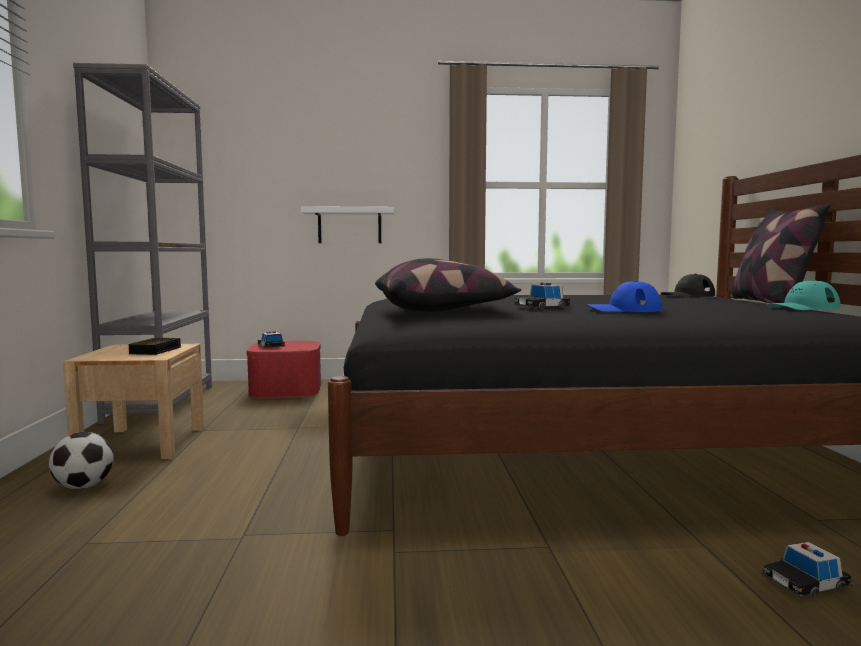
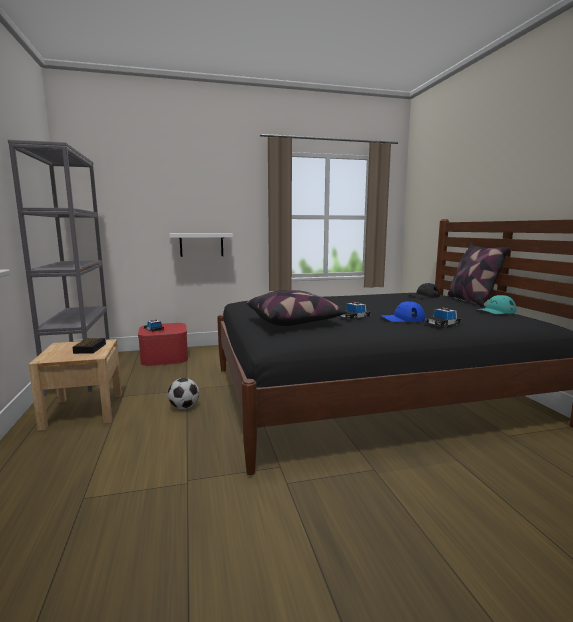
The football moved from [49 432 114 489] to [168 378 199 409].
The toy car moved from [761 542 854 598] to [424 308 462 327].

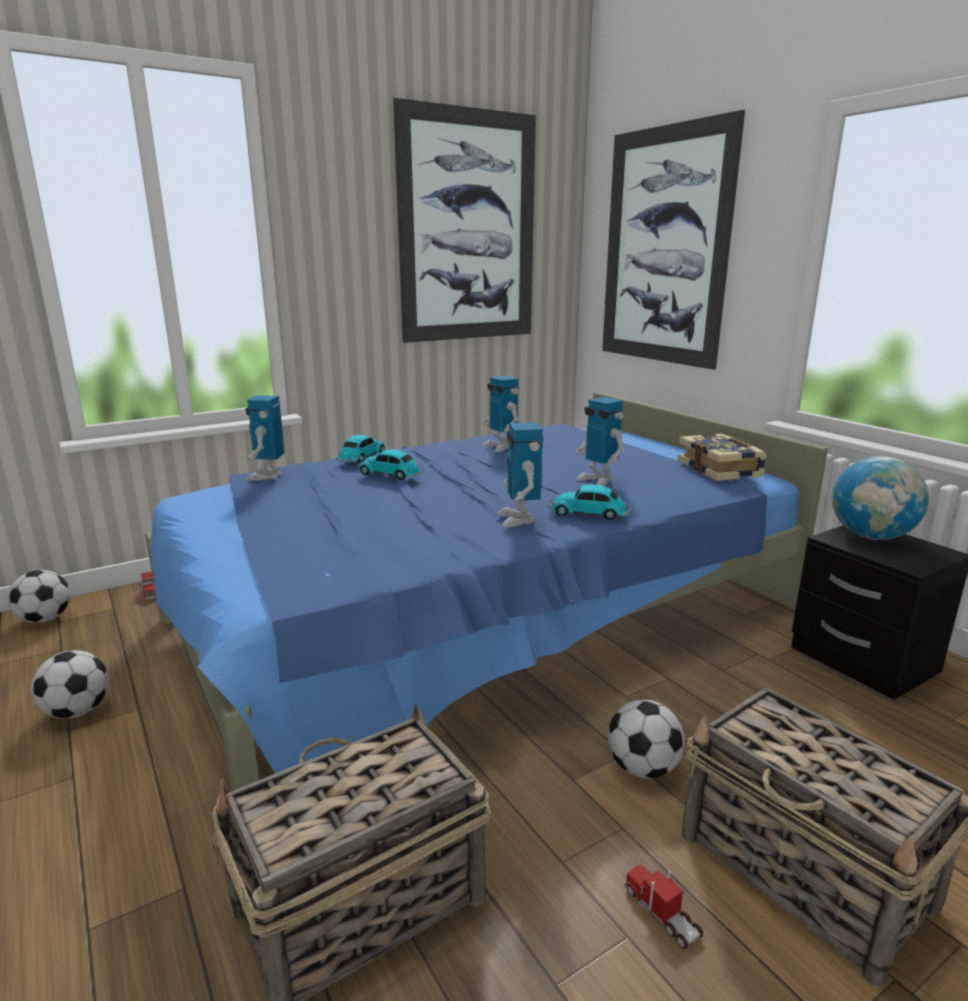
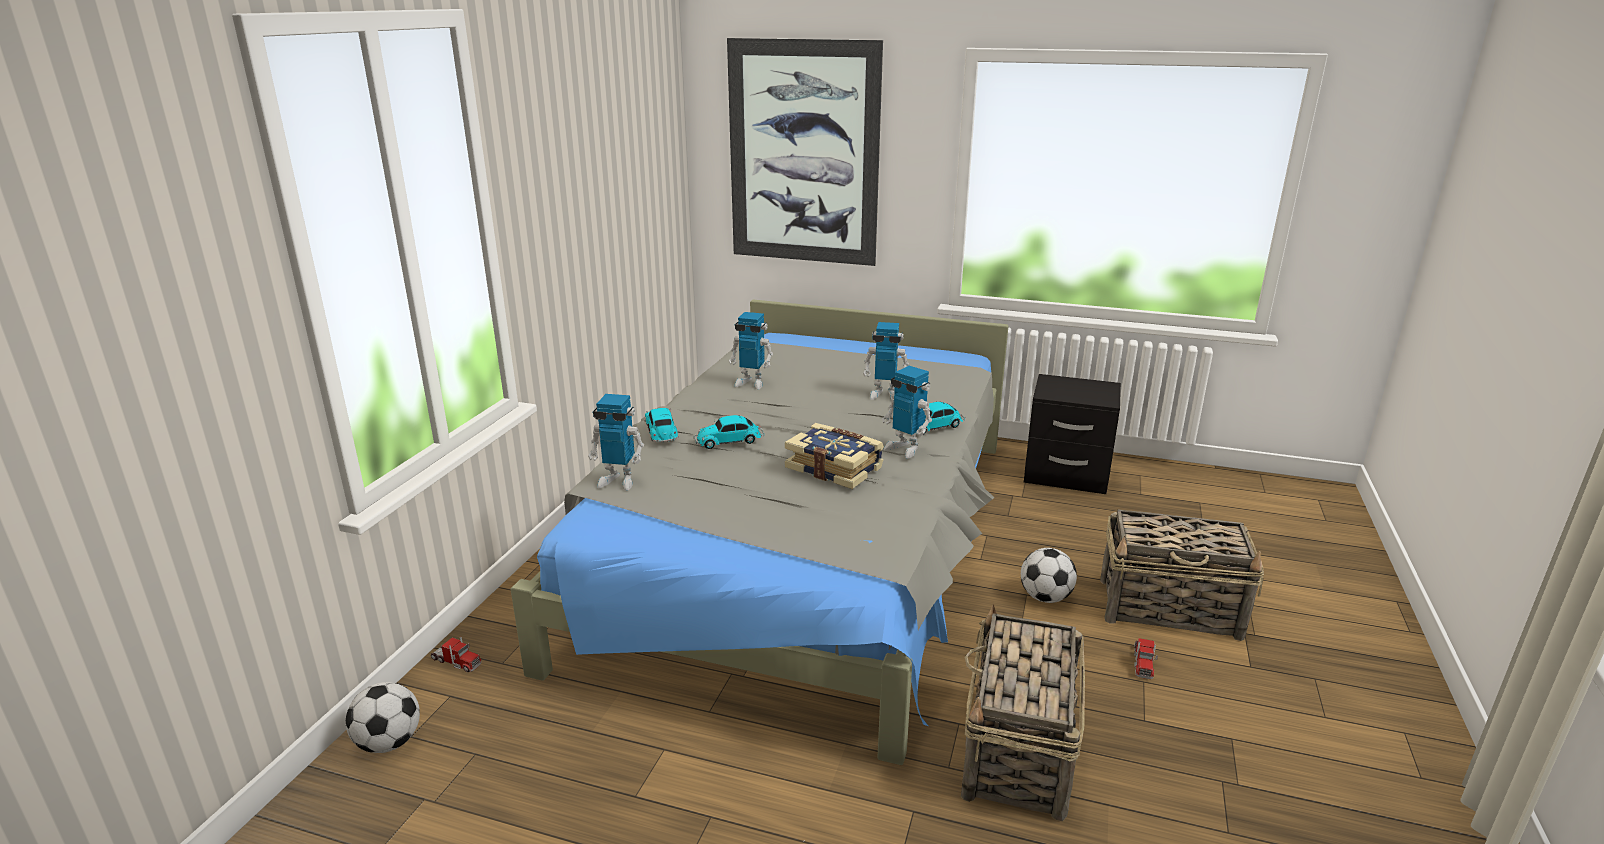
The football at [31 650 109 719] disappeared.
The blue bed at [145 392 828 792] became the grey bed at [511 300 1008 765].
The toy robot at [246 395 285 481] turned 45 degrees counterclockwise.
The picture at [393 98 536 343] disappeared.
The toy truck at [625 864 703 949] turned 90 degrees counterclockwise.
The book moved from [677 434 767 481] to [785 423 884 489].
The globe at [832 456 929 540] disappeared.

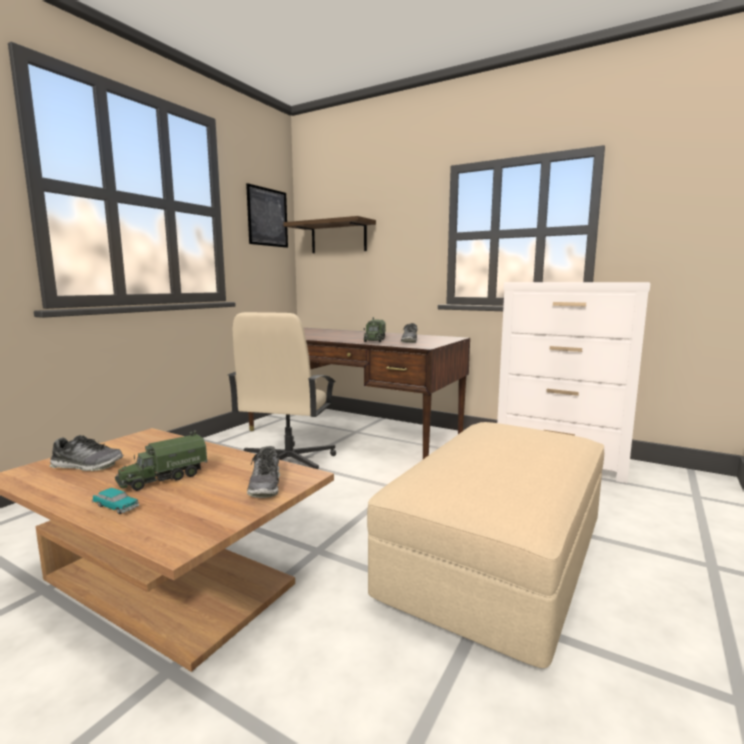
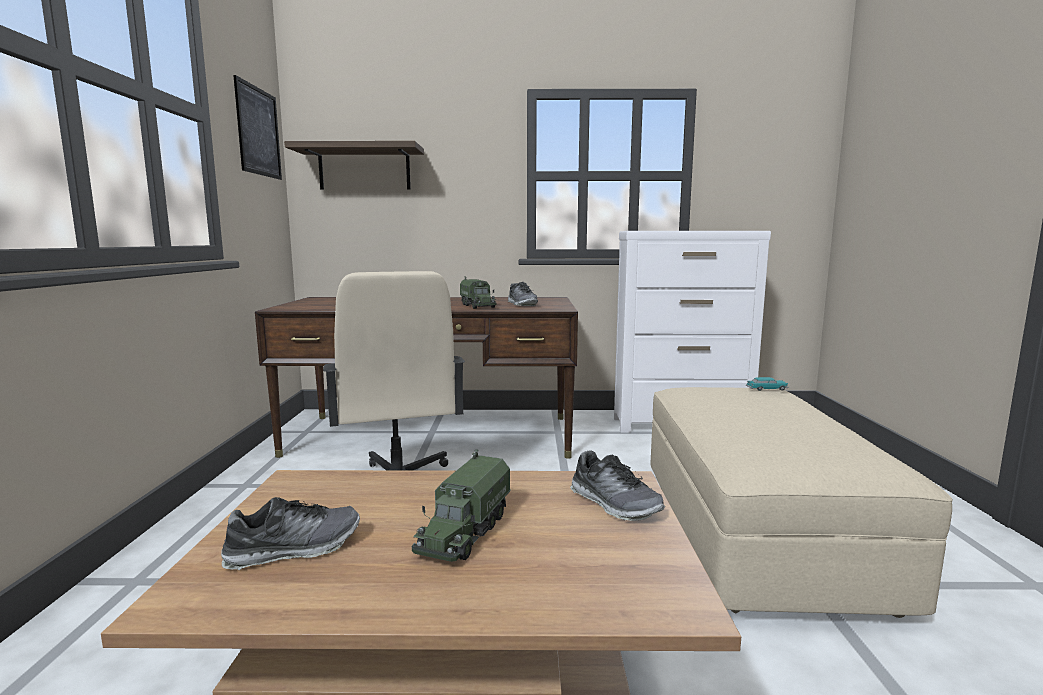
The toy car moved from [92 488 140 514] to [746 377 789 391].

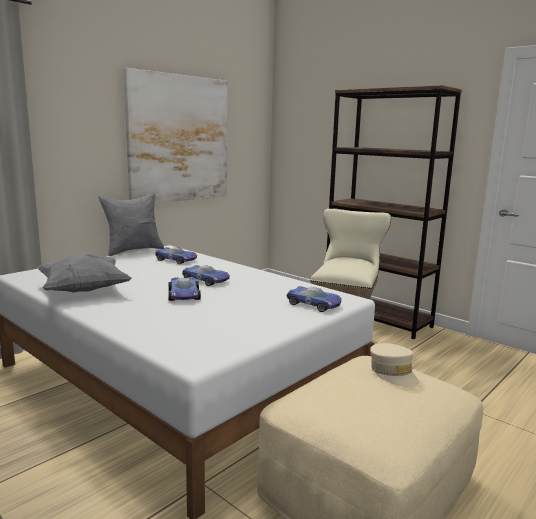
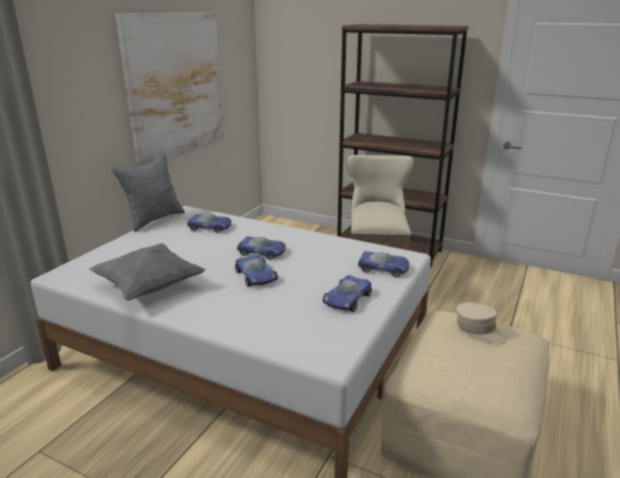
The toy car at [323 275 372 312] appeared.

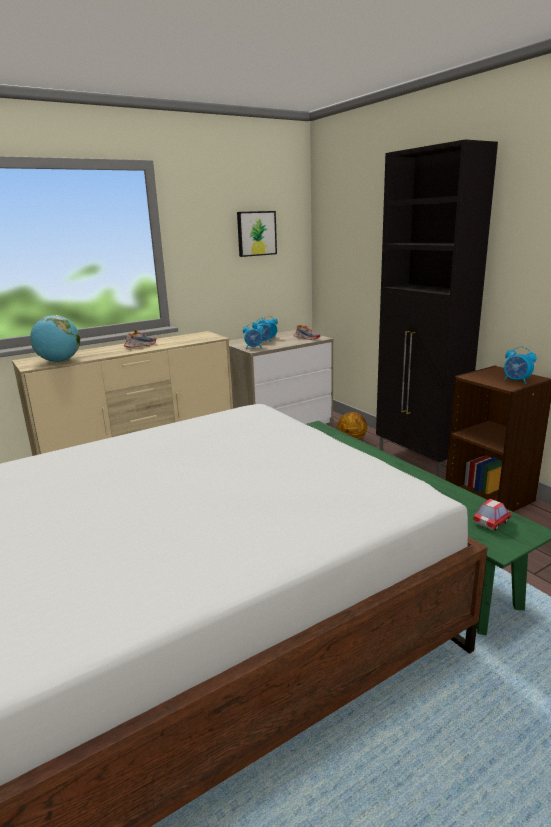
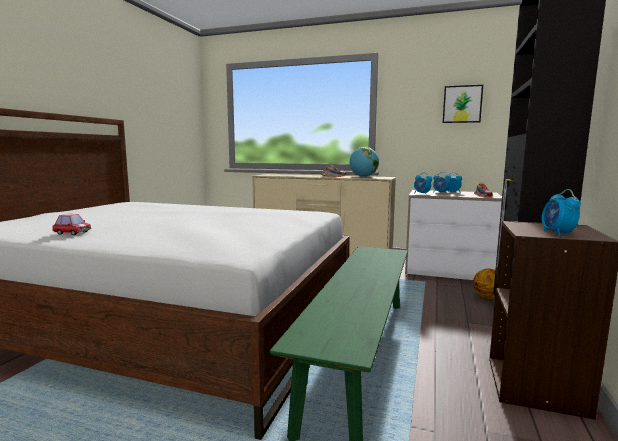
The globe moved from [30 315 80 362] to [350 147 379 177].
The toy car moved from [473 499 512 530] to [52 214 91 235].

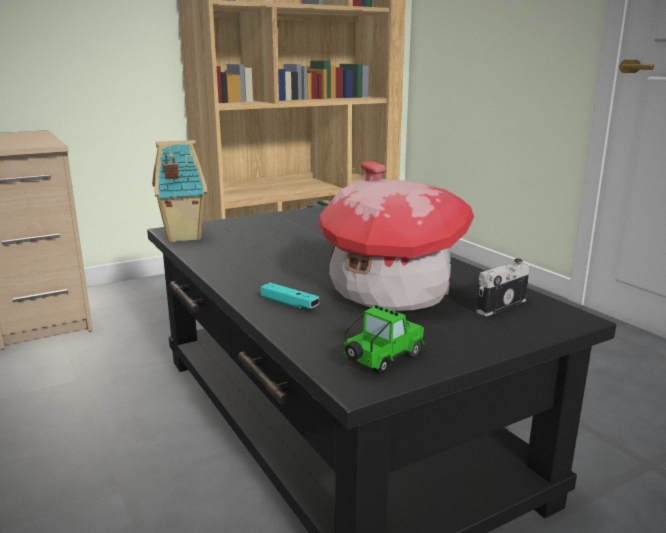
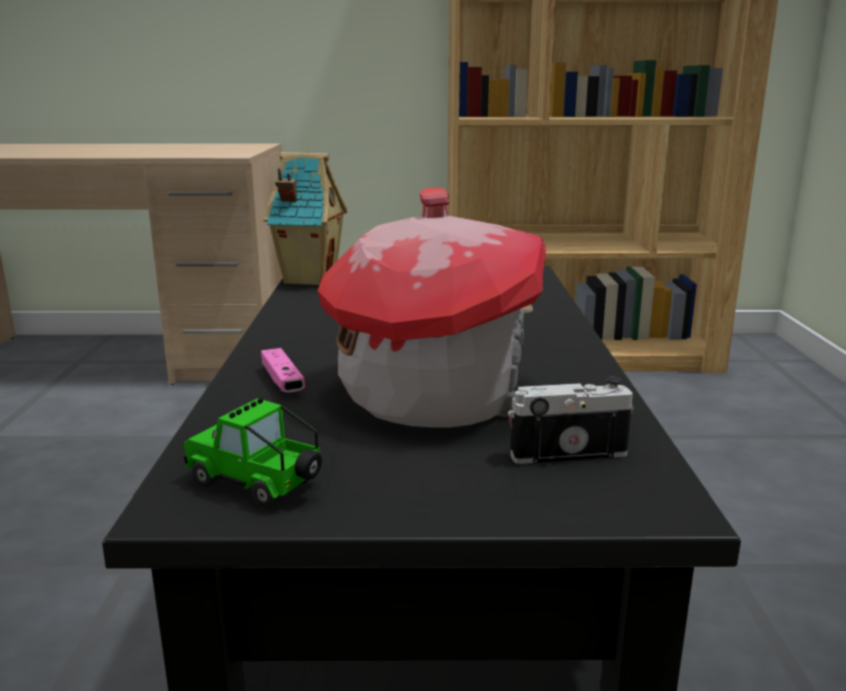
The turquoise game controller at [260 283 319 309] became the pink game controller at [261 348 305 393].
The toy car at [343 305 425 374] turned 135 degrees counterclockwise.

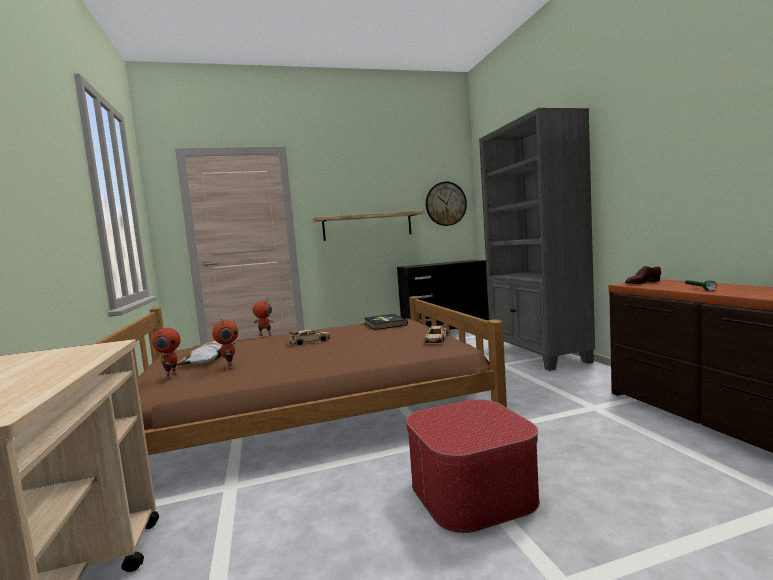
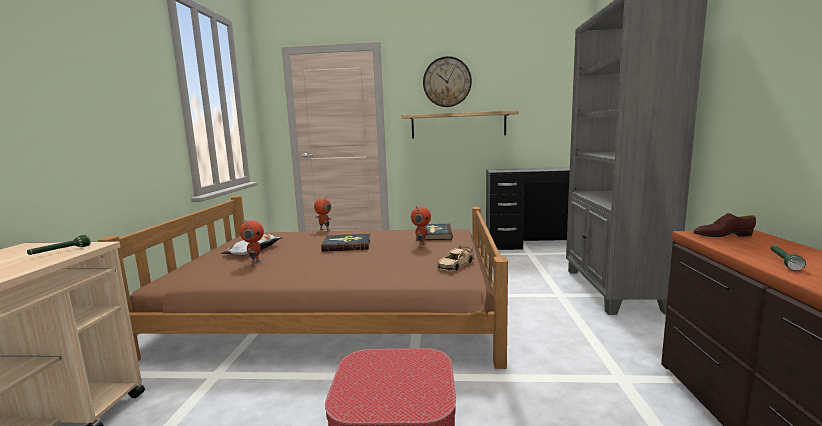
The toy robot moved from [152 327 181 380] to [411 205 431 248].
The beige toy car at [289 330 330 345] was replaced by the book at [321 234 370 252].
The wall clock moved from [426 182 467 226] to [423 56 472 107].
The green flashlight at [27 235 91 255] appeared.

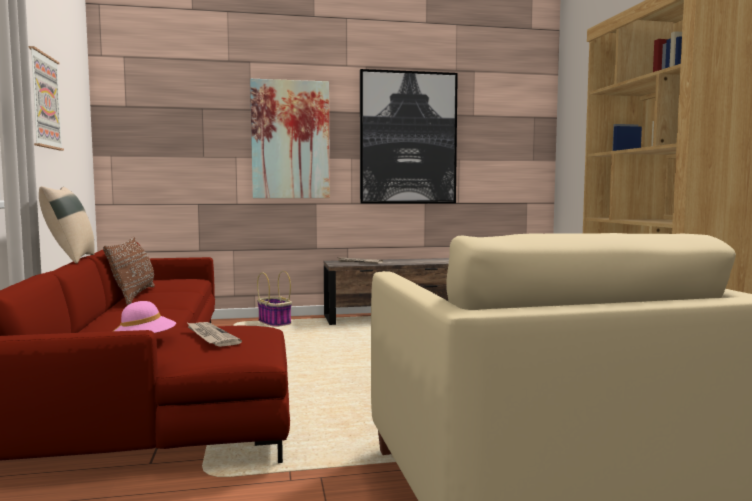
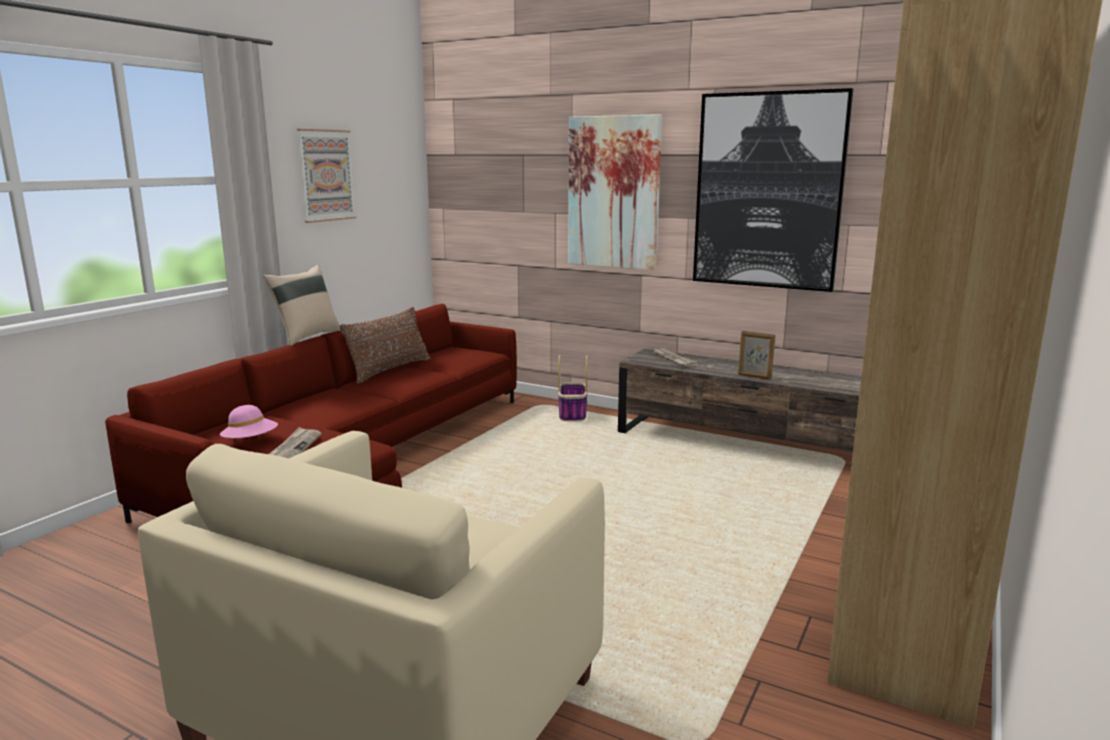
The picture frame at [738 331 775 379] appeared.

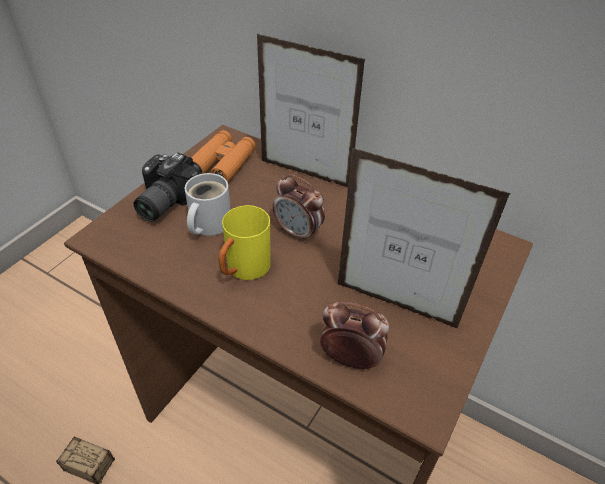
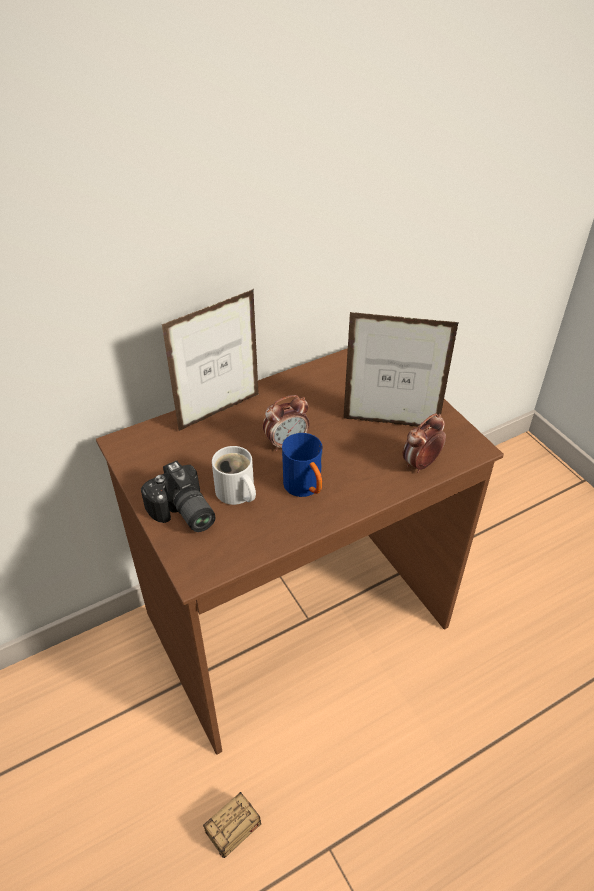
The orange binoculars at [191 130 256 182] disappeared.
The yellow mug at [218 205 271 280] became the blue mug at [282 433 323 497].
The picture frame at [338 148 511 329] turned 45 degrees clockwise.

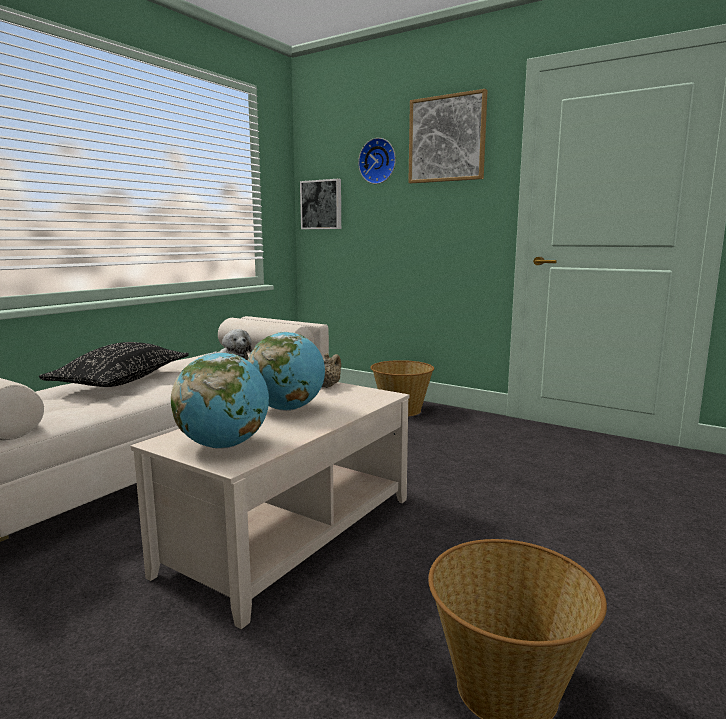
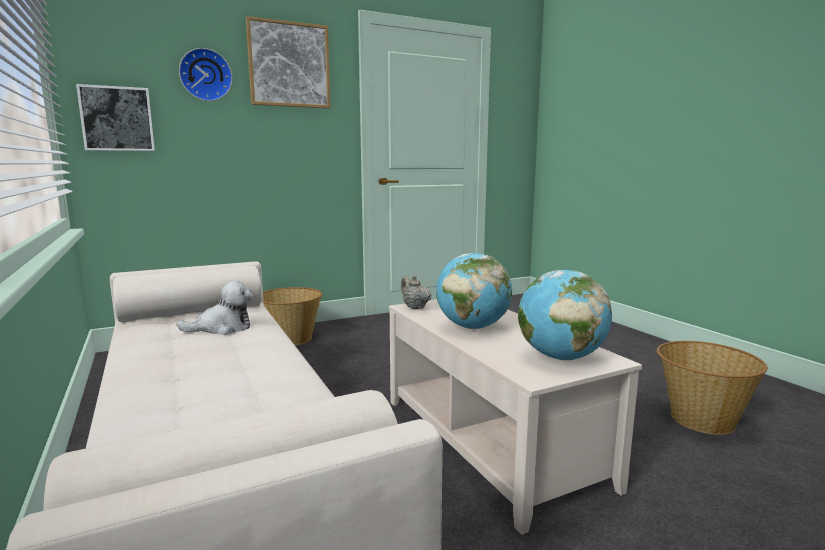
The black pillow at [39 342 189 387] disappeared.

